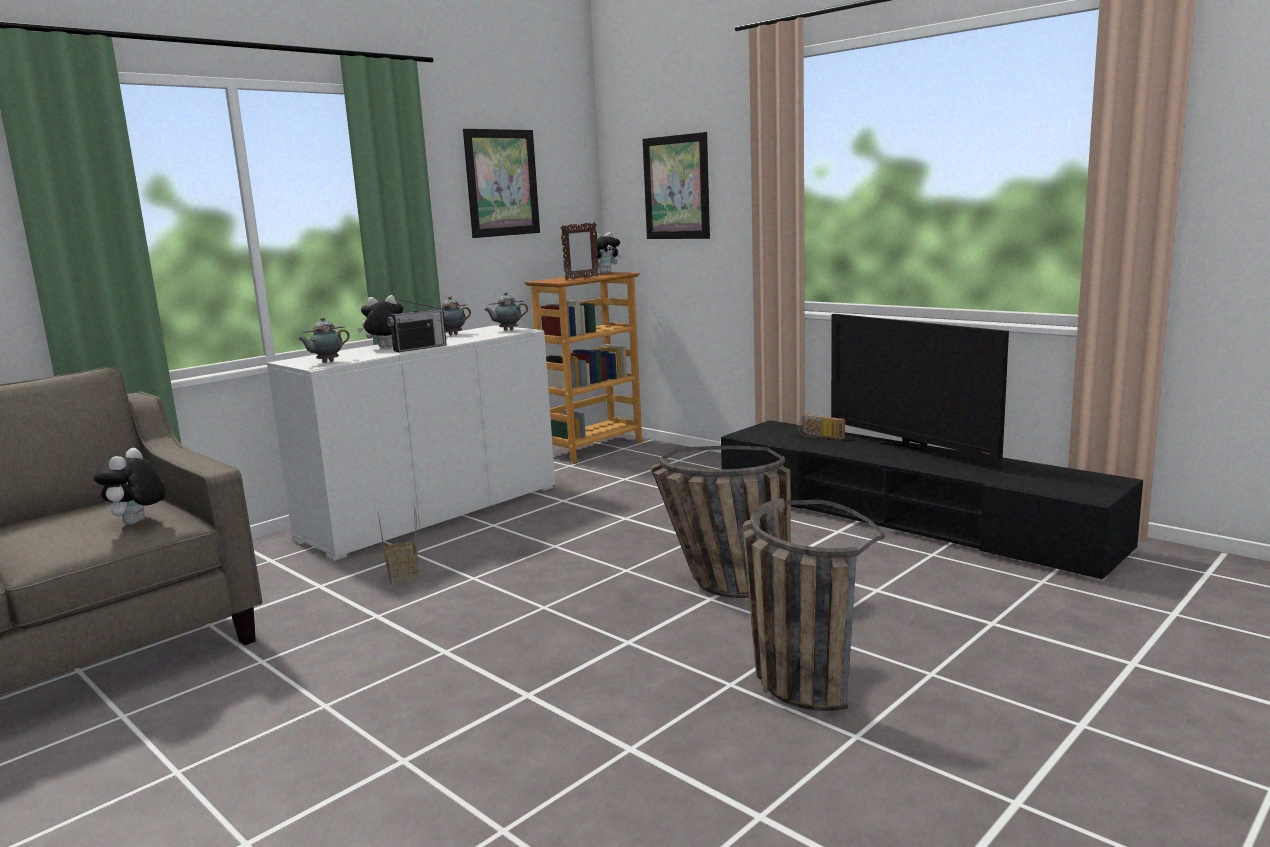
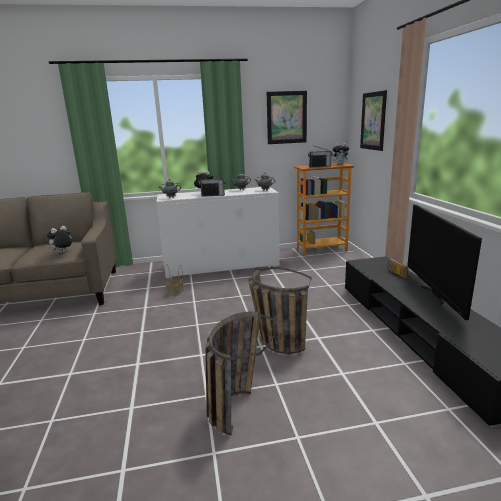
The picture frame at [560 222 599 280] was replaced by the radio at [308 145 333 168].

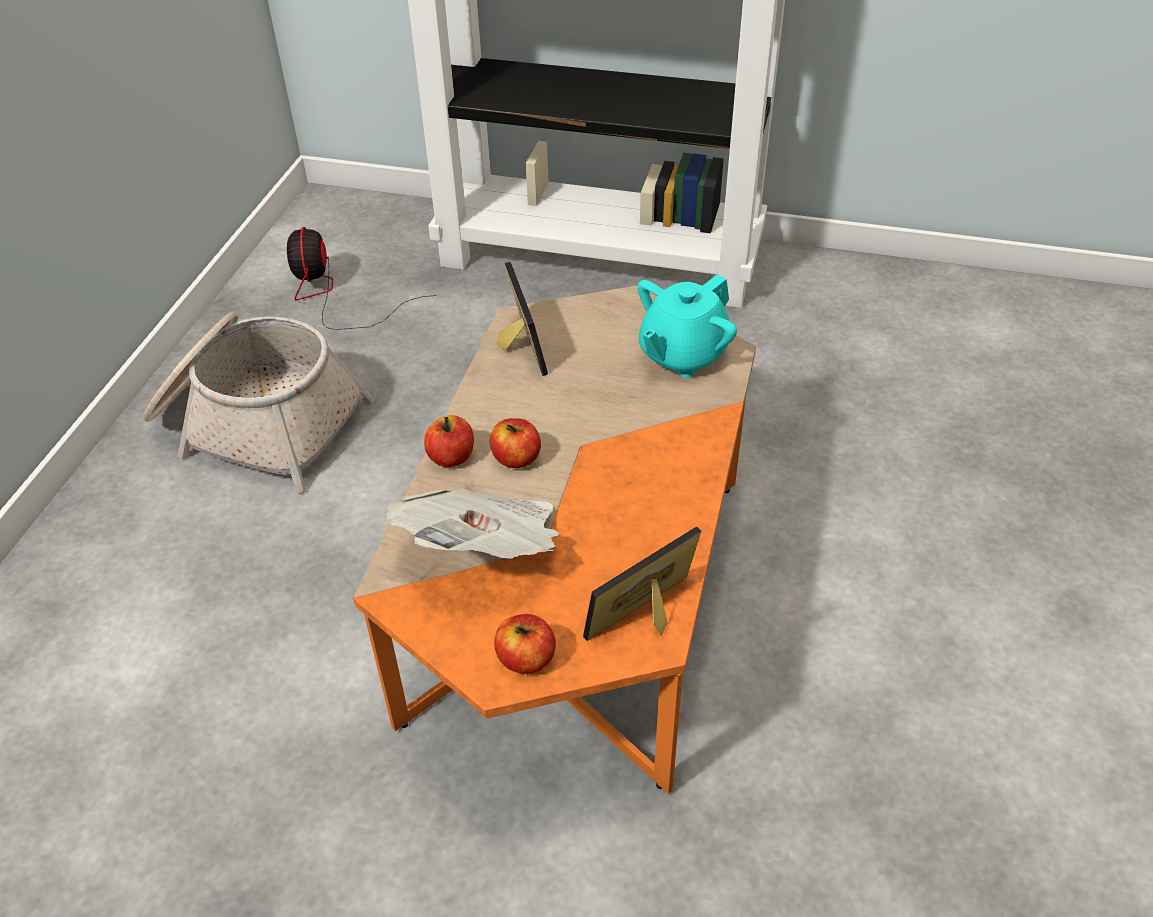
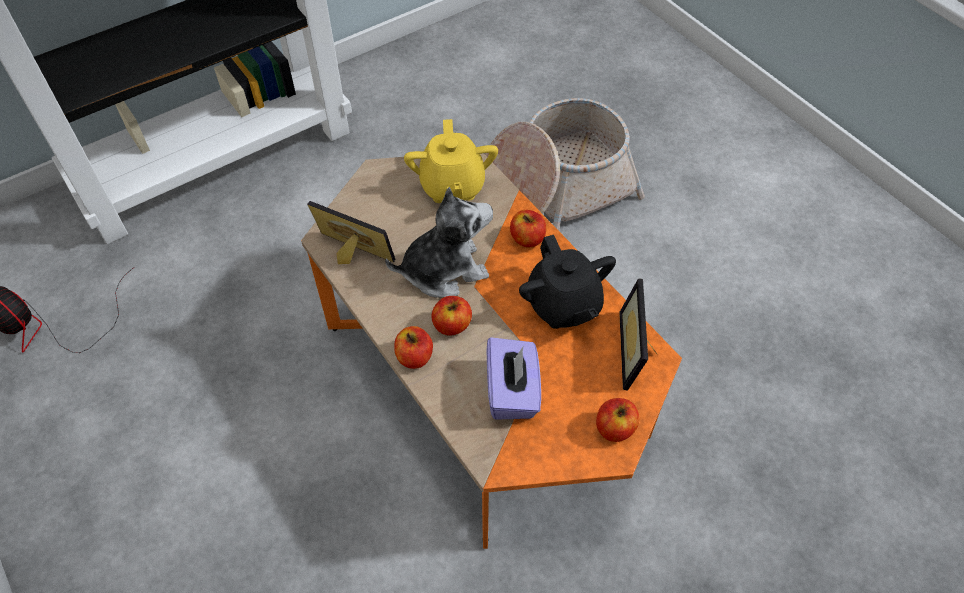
The basket moved from [143 312 374 493] to [485 98 645 231].
The newspaper at [386 487 559 559] was replaced by the purple tissue box at [487 337 541 420].
The turquoise teapot at [638 274 737 378] became the yellow teapot at [404 119 498 203].
The plush toy at [385 187 493 298] appeared.
The apple at [510 210 546 247] appeared.
The black teapot at [519 235 616 329] appeared.

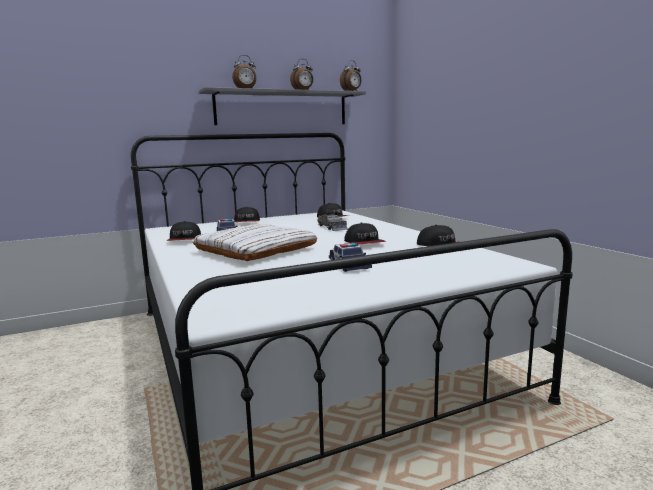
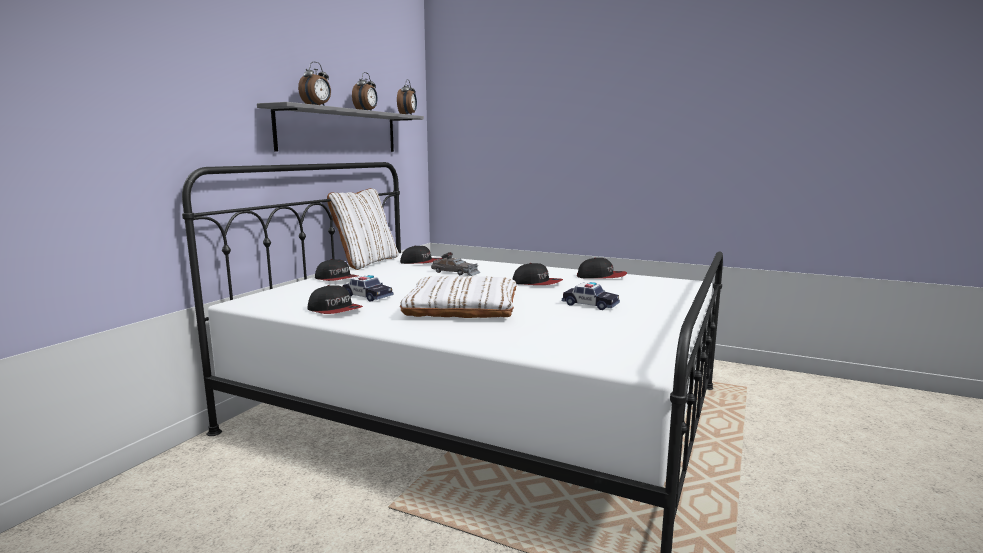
The white pillow at [327 188 399 270] appeared.

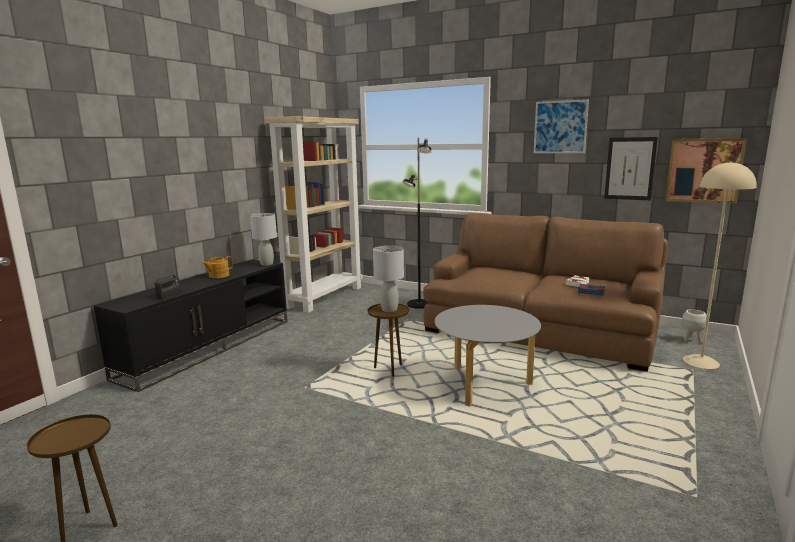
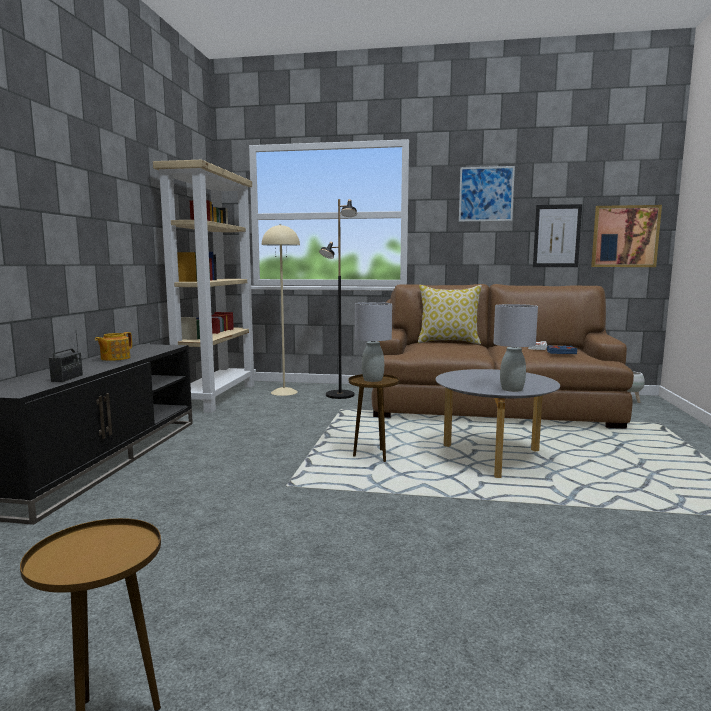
The grey table lamp moved from [250 213 277 265] to [493 304 538 392].
The beige floor lamp moved from [683 161 757 369] to [262 224 300 396].
The pillow at [418 285 482 344] appeared.

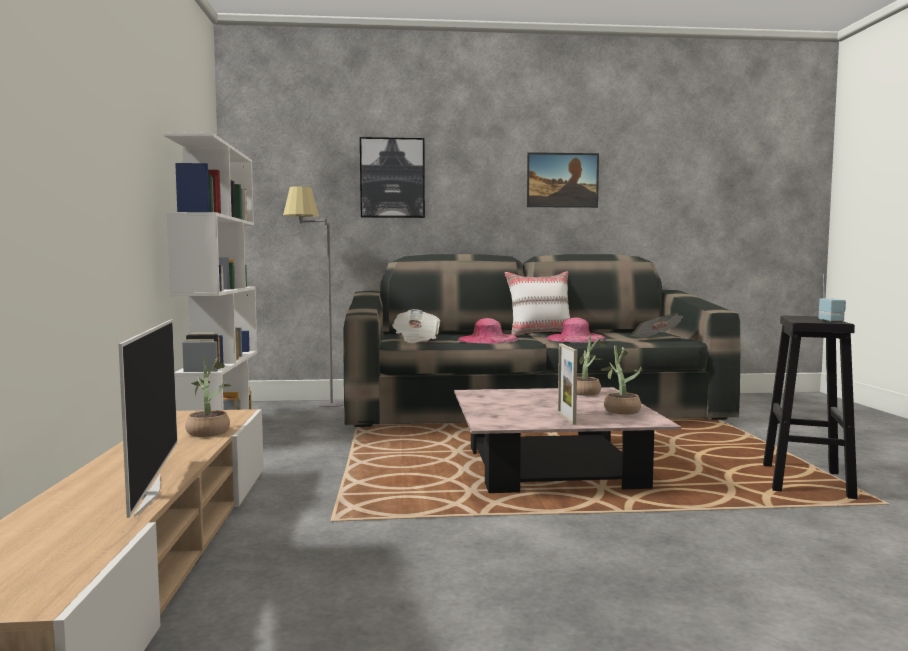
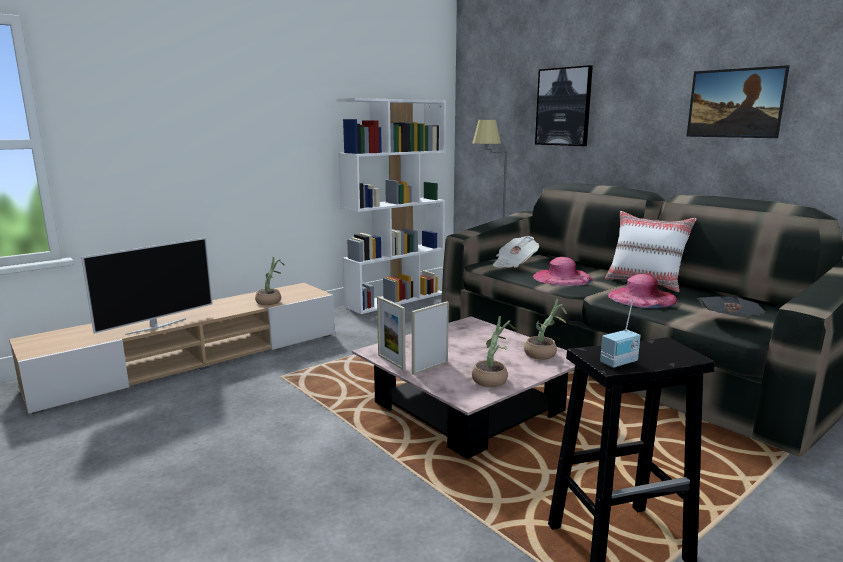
The picture frame at [377 296 405 370] appeared.

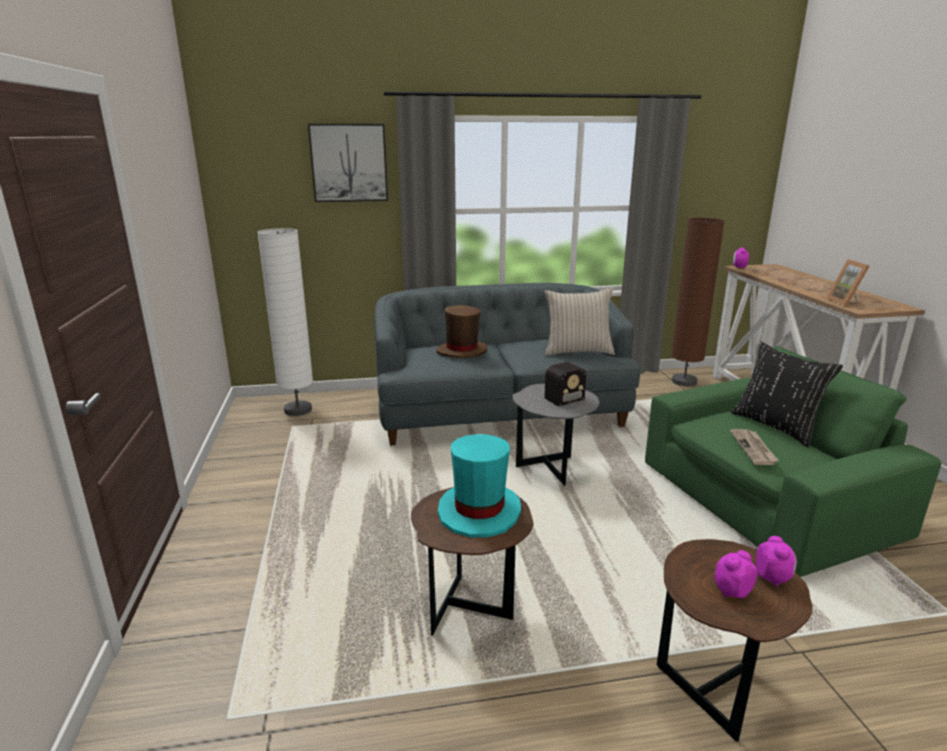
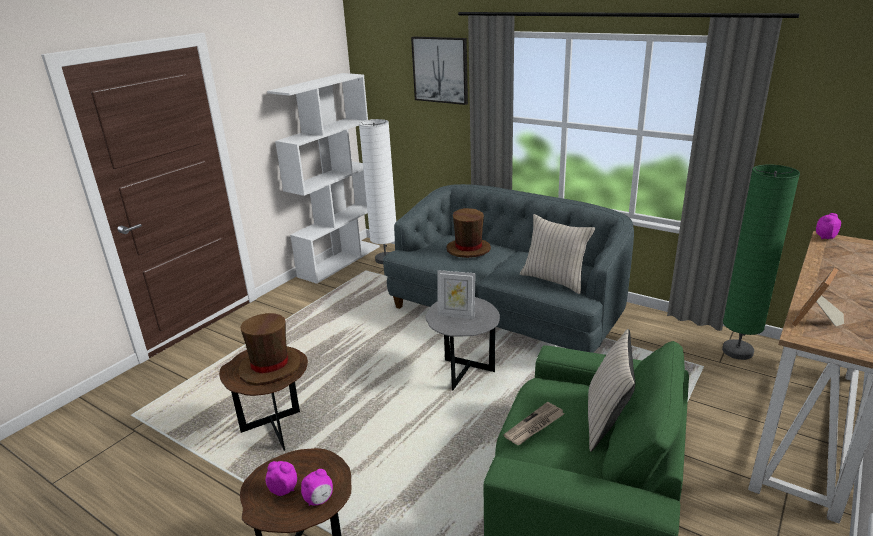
The turquoise hat at [438 434 521 538] became the brown hat at [238 313 301 386].
The radio at [526 362 586 410] was replaced by the picture frame at [438 270 476 319].
The brown floor lamp at [671 218 725 386] became the green floor lamp at [722 164 800 360].
The black pillow at [731 342 843 447] became the beige pillow at [588 329 636 452].
The white bookcase at [267 73 380 284] appeared.

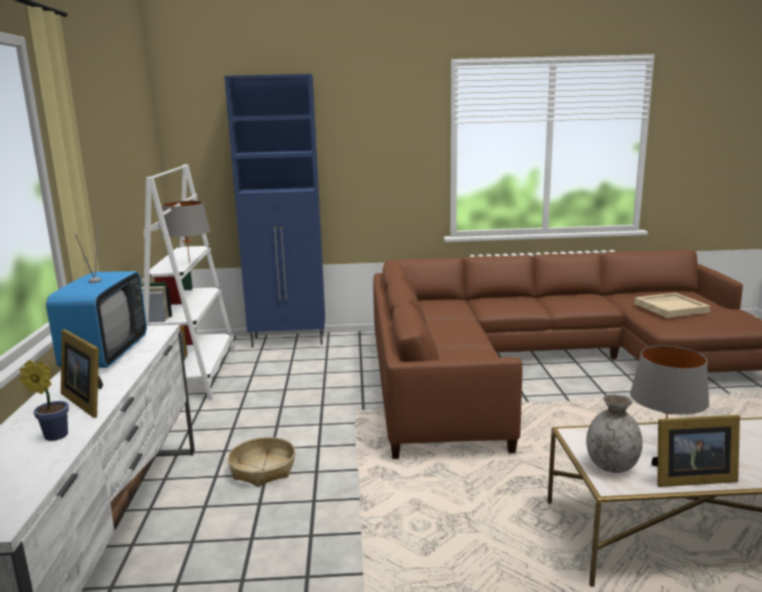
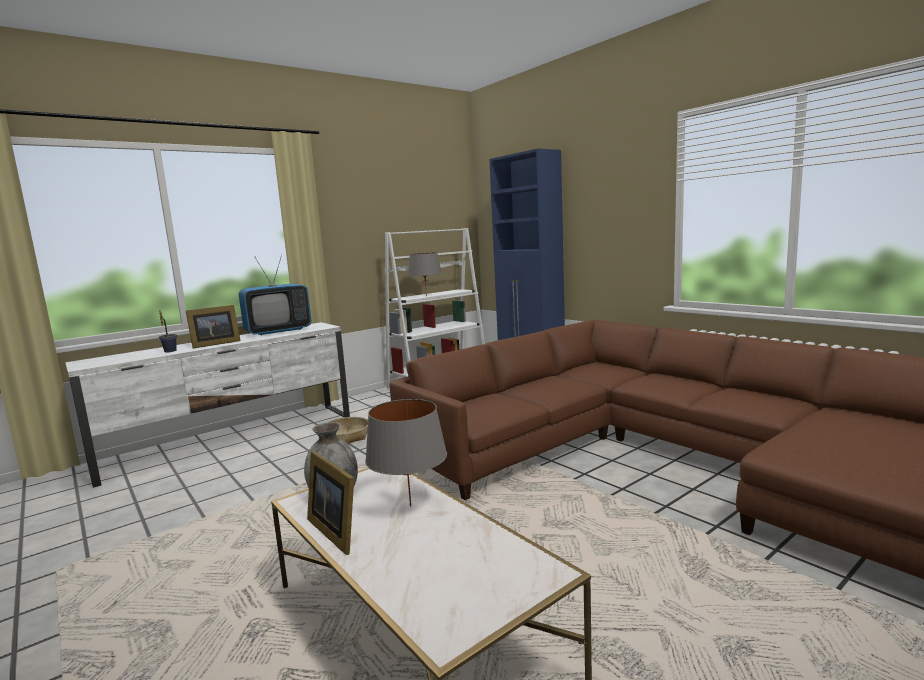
The picture frame at [61 329 103 418] turned 135 degrees counterclockwise.
The beige tray at [634 293 710 318] disappeared.

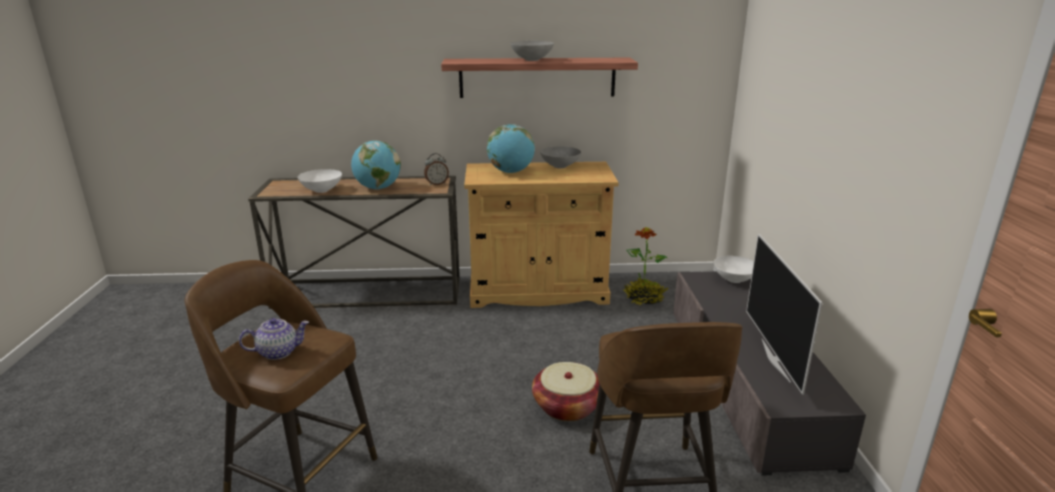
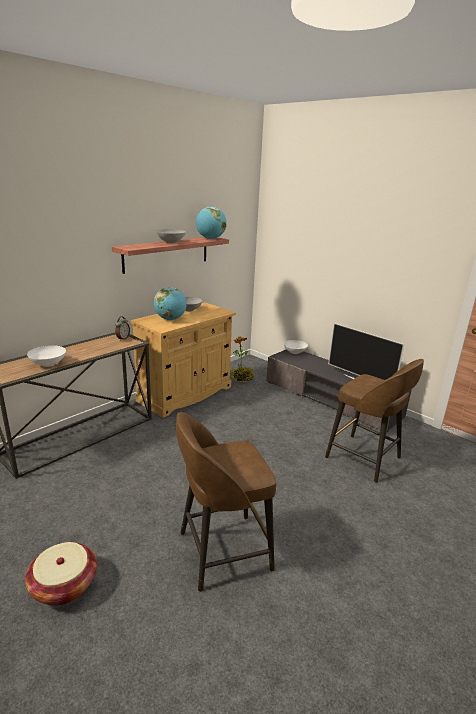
The teapot at [239 318 309 360] disappeared.
The globe moved from [351 141 401 190] to [196 207 227 239].
The basket moved from [532 362 600 421] to [25 542 97 606].

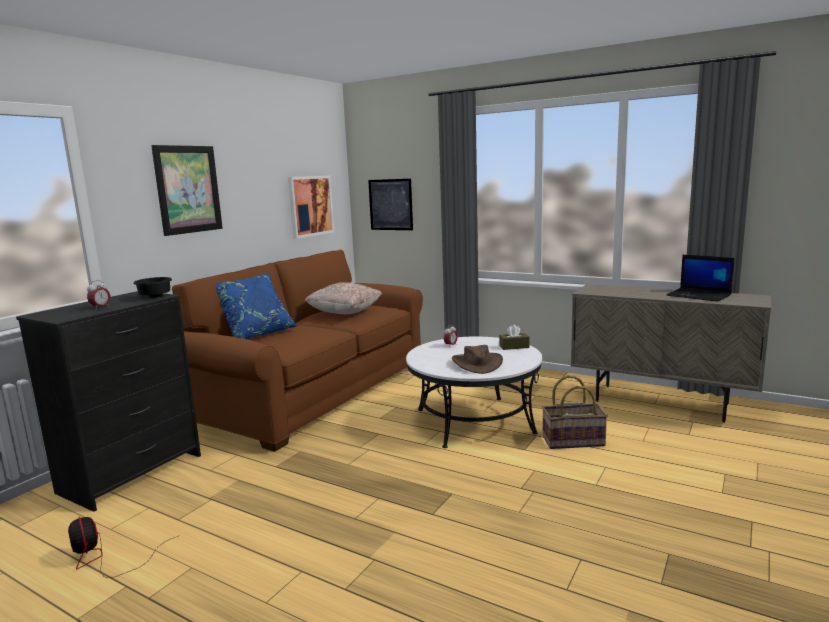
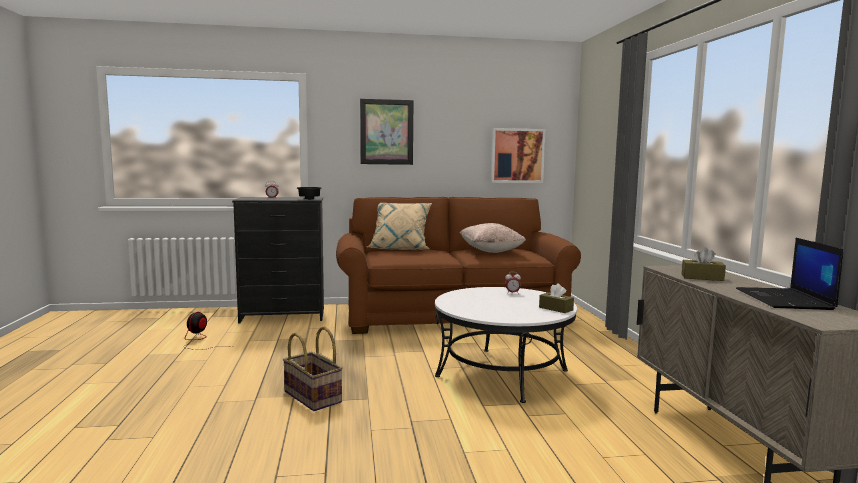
The blue pillow at [215 272 298 339] became the beige pillow at [368 203 432 250].
The picture at [368 179 413 230] disappeared.
The brown hat at [452 345 503 374] disappeared.
The basket moved from [542 375 608 449] to [283 326 343 411].
The brown tissue box at [682 247 726 281] appeared.

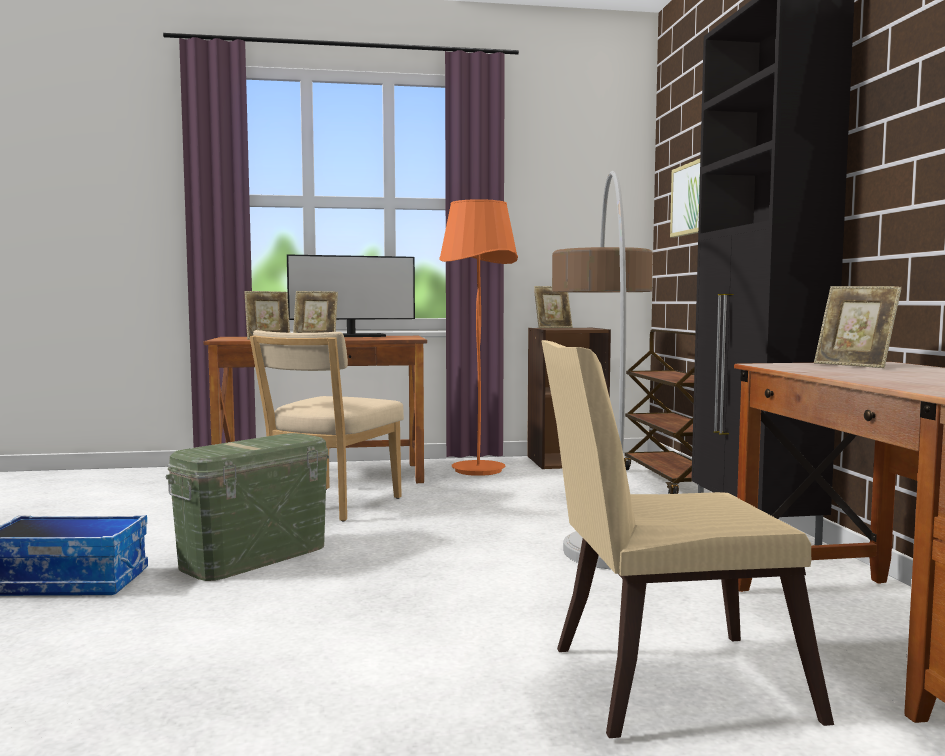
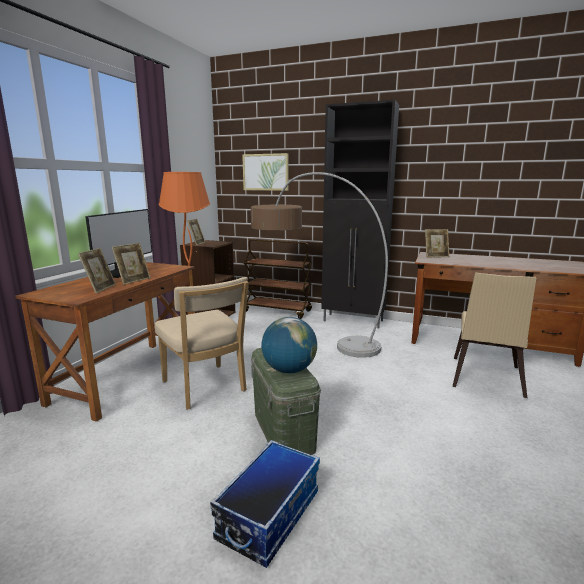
The globe at [261 317 317 373] appeared.

